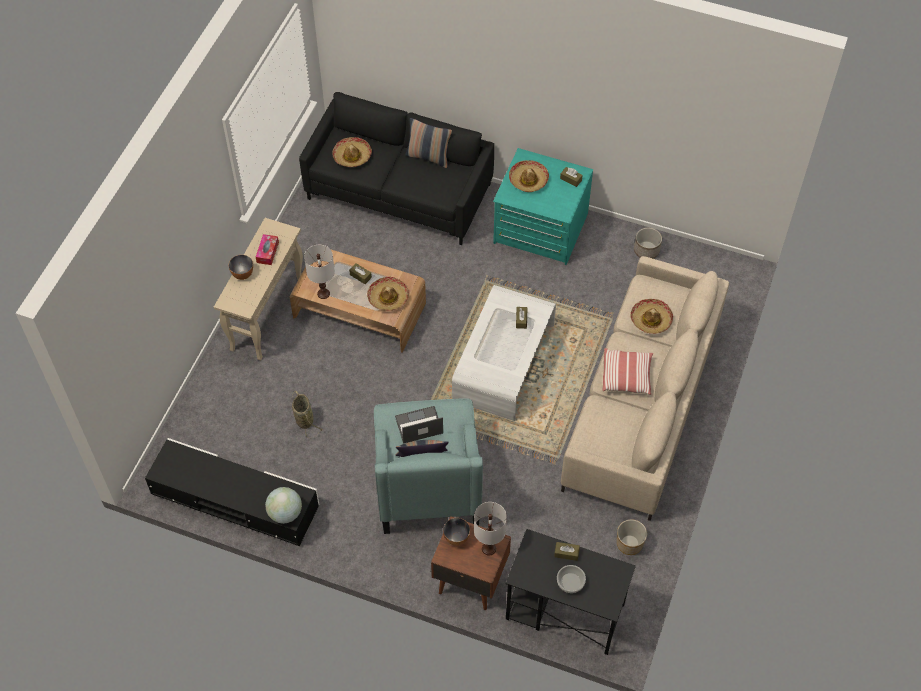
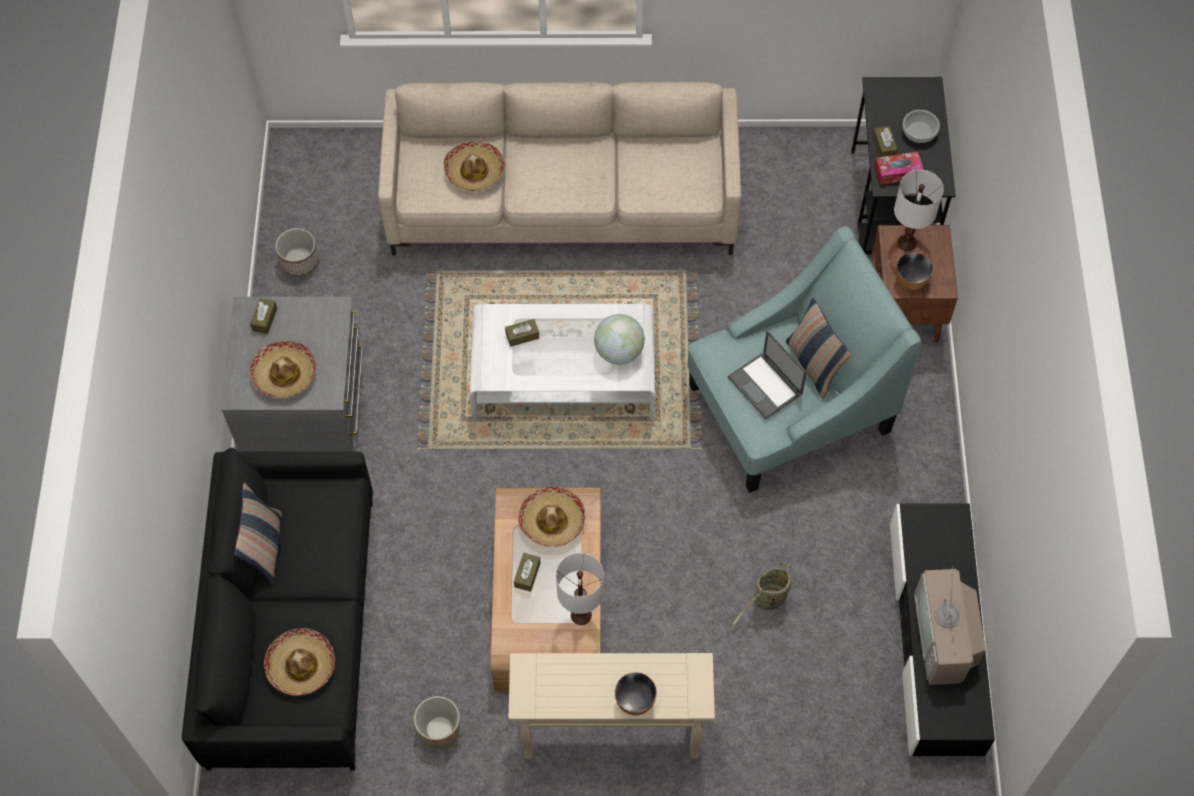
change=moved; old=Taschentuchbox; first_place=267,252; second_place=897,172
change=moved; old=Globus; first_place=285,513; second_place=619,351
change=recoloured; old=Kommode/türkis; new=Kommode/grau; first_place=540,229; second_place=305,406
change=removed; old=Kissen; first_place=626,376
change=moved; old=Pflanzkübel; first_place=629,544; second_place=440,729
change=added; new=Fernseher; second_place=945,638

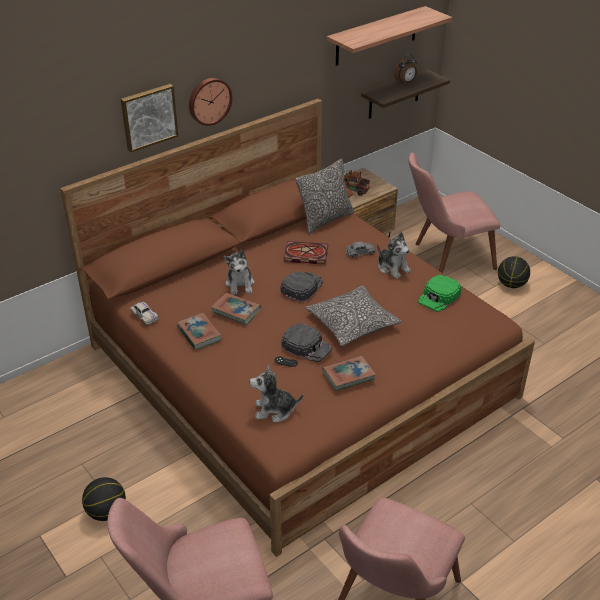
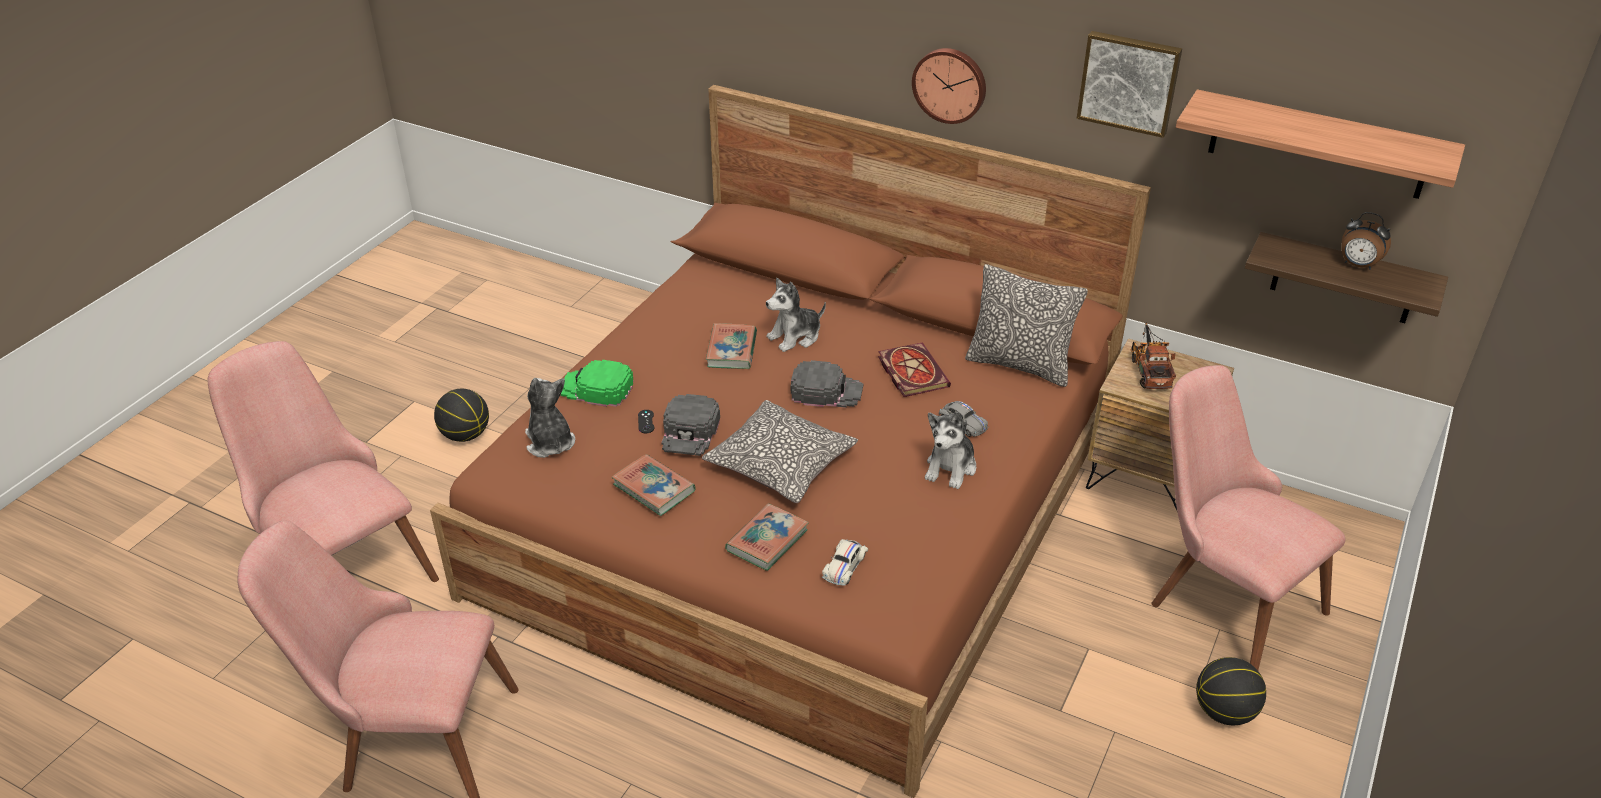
change=moved; old=Bild; first_place=148,116; second_place=1129,82
change=moved; old=Spielzeugauto/weiß; first_place=144,316; second_place=844,566
change=moved; old=Buch; first_place=199,334; second_place=767,540
change=moved; old=Kappe/grün; first_place=439,297; second_place=596,388

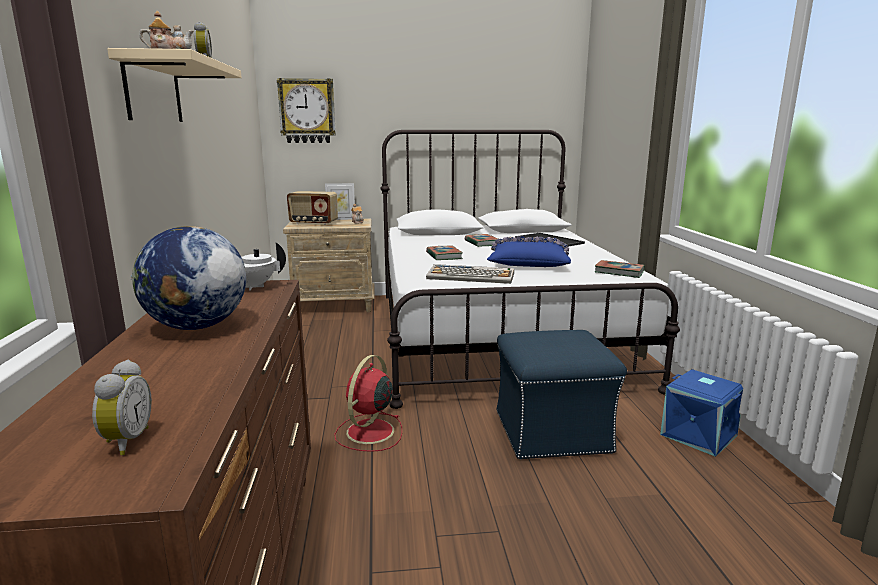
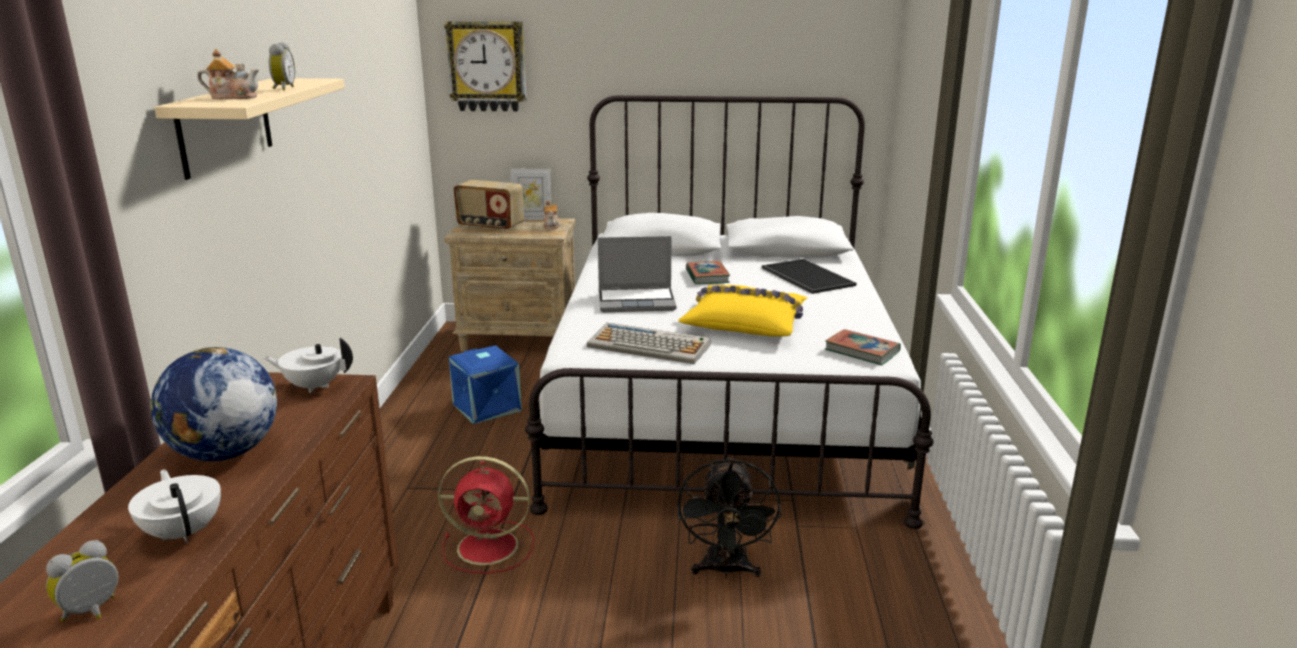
change=turned; old=Wecker; first_place=125,441; second_place=92,613; degrees=-150
change=turned; old=Ventilator/rot; first_place=369,432; second_place=491,547; degrees=-120
change=replaced; old=Buch; new=Laptop; first_place=444,256; second_place=637,301
change=recoloured; old=Kissen/blau; new=Kissen/gelb; first_place=528,262; second_place=746,322
change=replaced; old=Polsterhocker/blau; new=Ventilator/schwarz; first_place=553,431; second_place=725,570
change=moved; old=Aufbewahrungsbox/blau; first_place=699,435; second_place=488,407
change=added; new=Teekanne/weiß; second_place=183,532

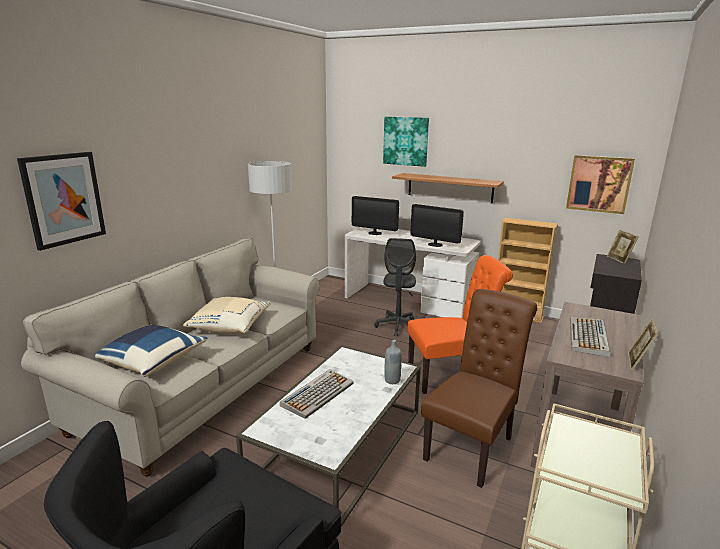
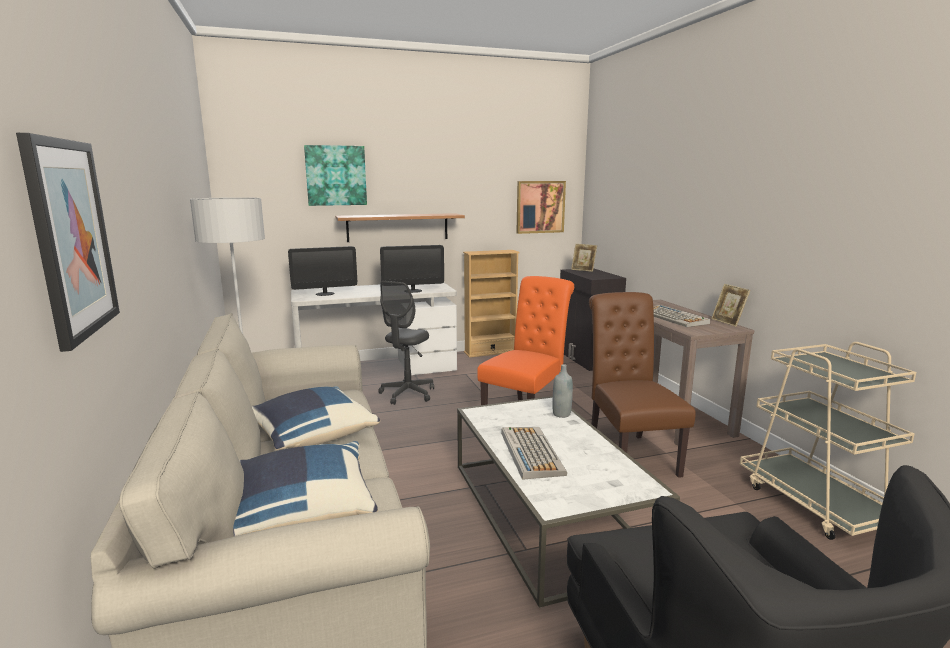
change=recoloured; old=Kissen/beige; new=Kissen/blau; first_place=229,327; second_place=311,436
change=turned; old=Bürostuhl/grau; first_place=397,326; second_place=407,394; degrees=60

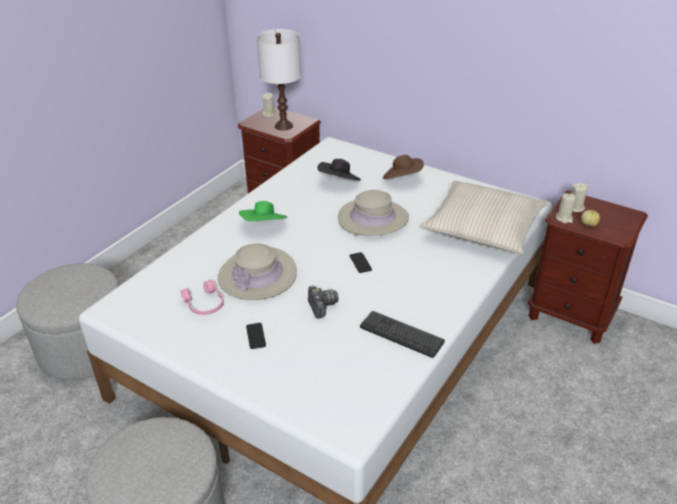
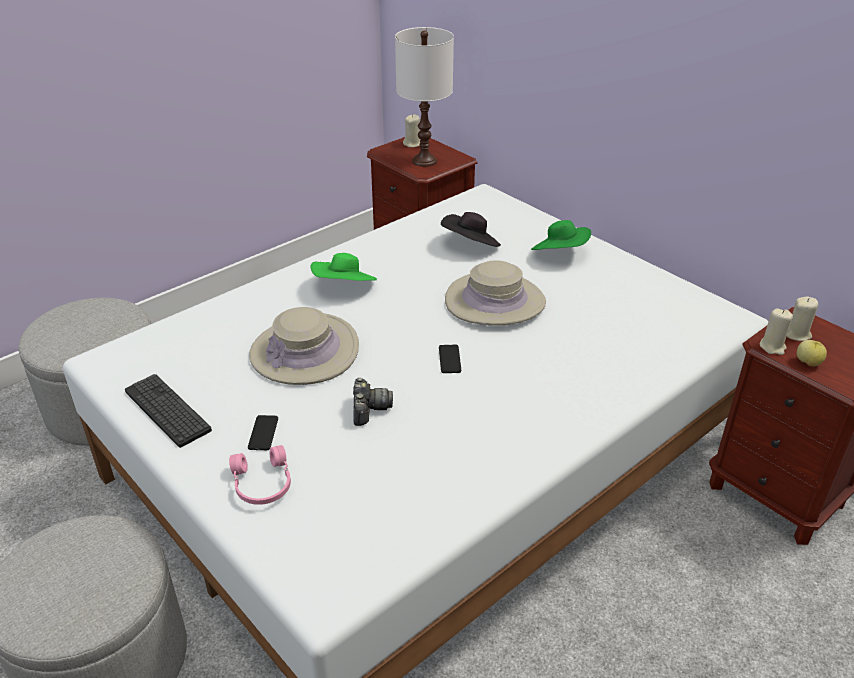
change=moved; old=Kopfhörer/rosa; first_place=204,304; second_place=262,484
change=moved; old=Tastatur; first_place=401,334; second_place=167,410
change=recoloured; old=Hut/braun; new=Hut/grün; first_place=402,178; second_place=560,253
change=removed; old=Kissen/beige; first_place=483,227

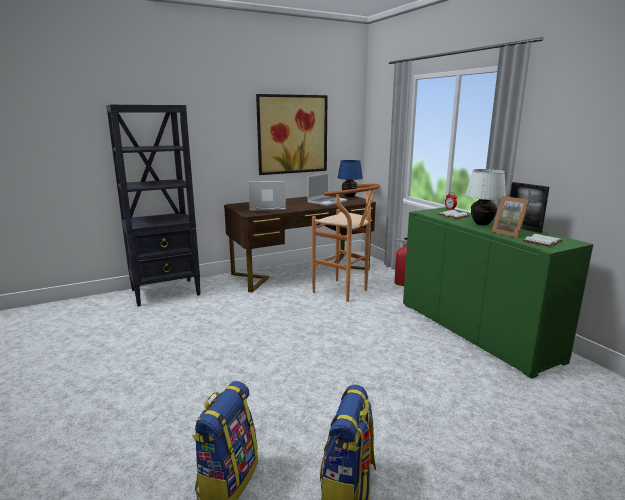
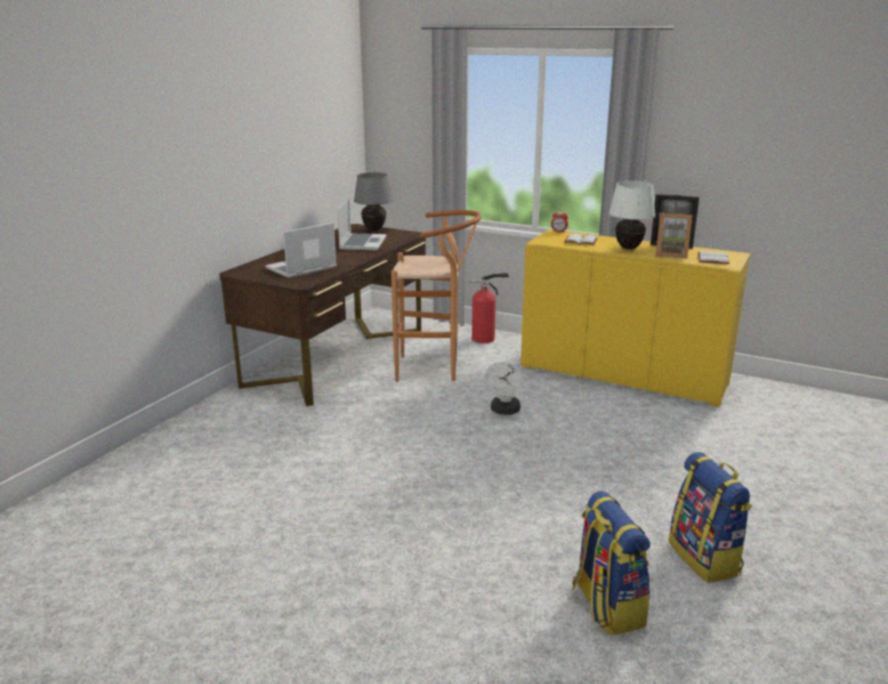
change=removed; old=Bücherregal/schwarz; first_place=166,292
change=removed; old=Bild; first_place=292,134
change=recoloured; old=Tischlampe/blau; new=Tischlampe/grau; first_place=349,197; second_place=374,229
change=recoloured; old=Schrank/grün; new=Schrank/gelb; first_place=475,330; second_place=623,374
change=added; new=Ventilator/weiß; second_place=504,411

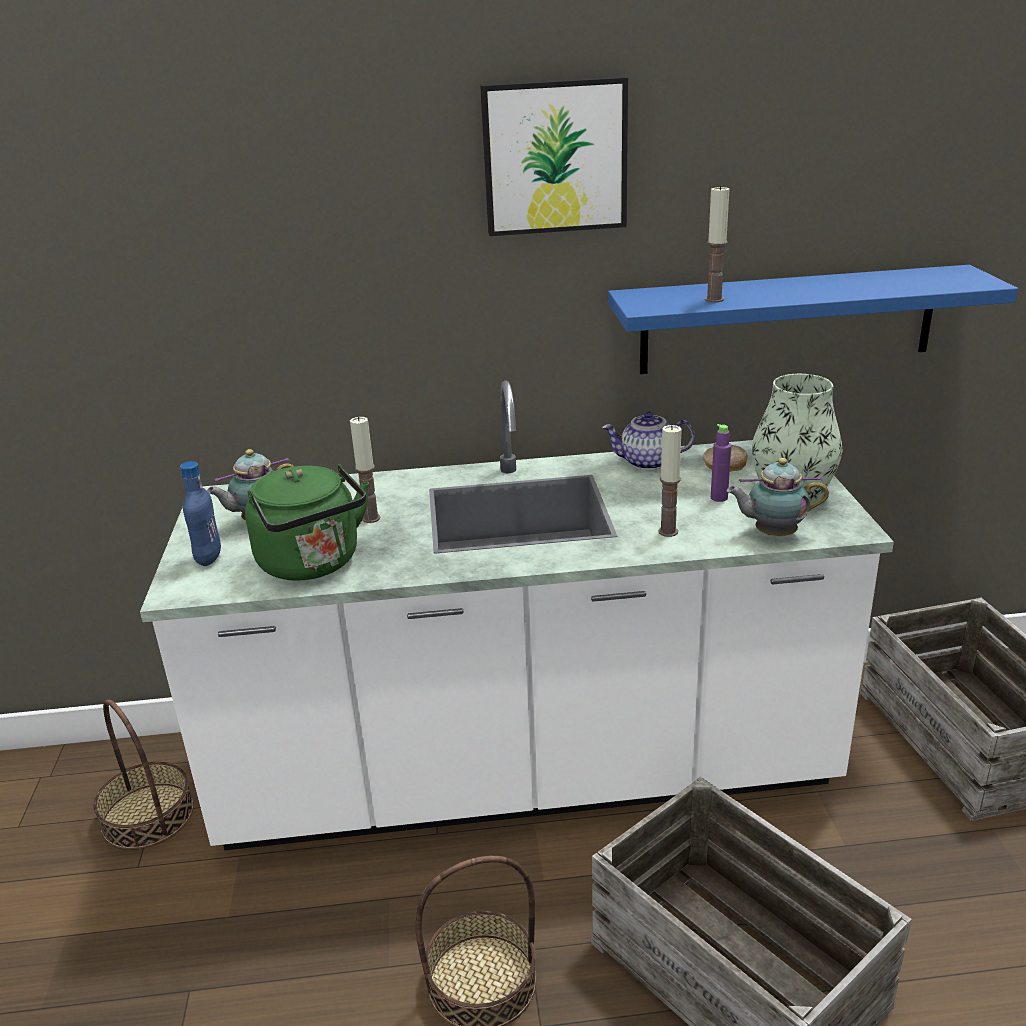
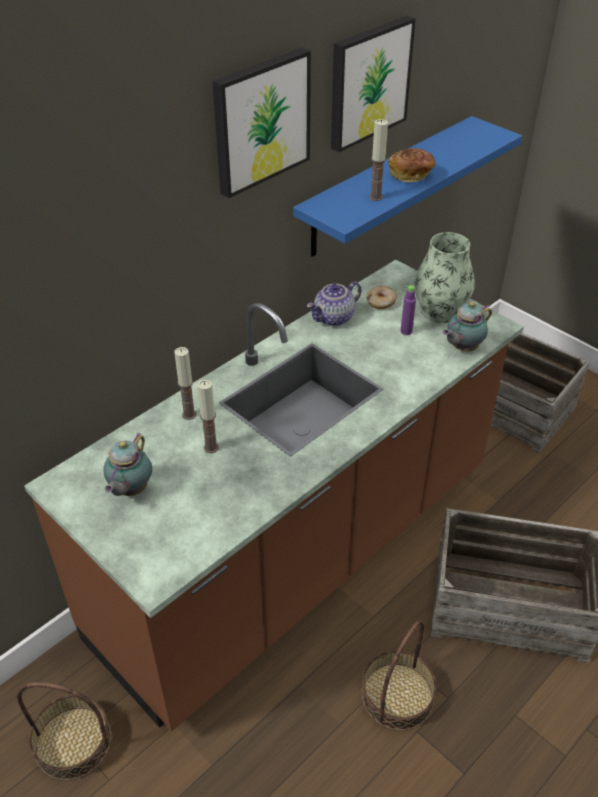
change=recoloured; old=Küchenzeile/weiß; new=Küchenzeile/braun; first_place=525,771; second_place=299,554
change=removed; old=Flasche/blau; first_place=208,558
change=removed; old=Wasserkessel/grün; first_place=313,564
change=moved; old=Kerze; first_place=668,532; second_place=189,414
change=added; new=Bild; second_place=368,82
change=added; new=Brot; second_place=411,175

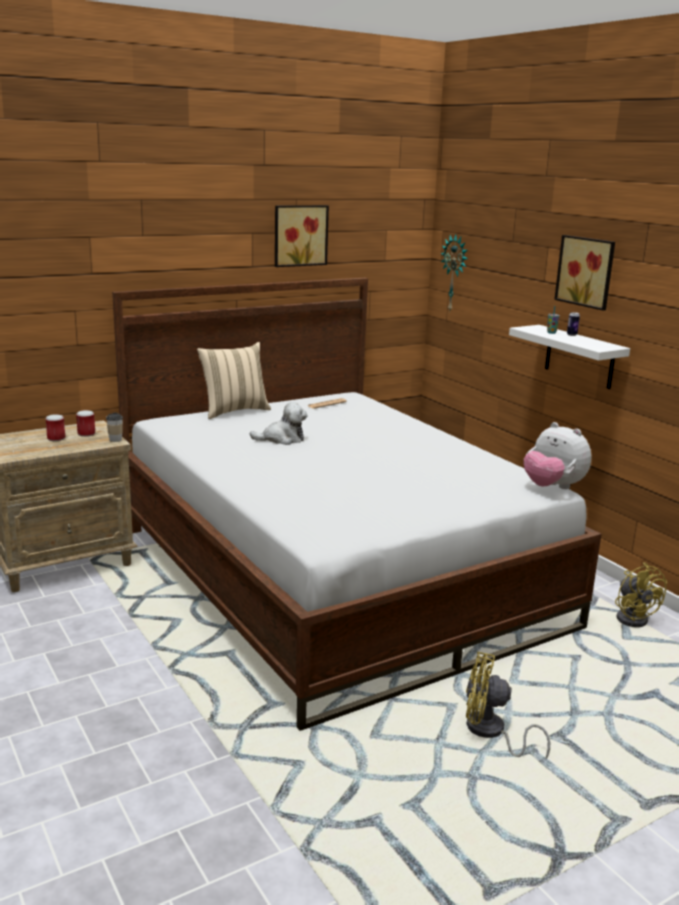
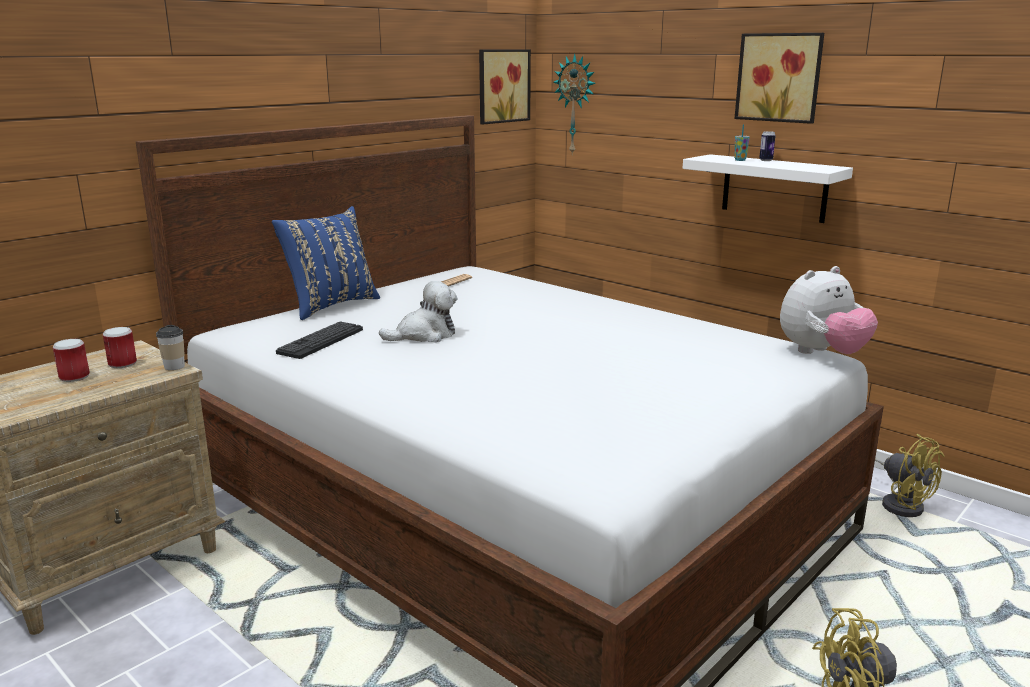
change=recoloured; old=Kissen/beige; new=Kissen/blau; first_place=234,411; second_place=330,305
change=moved; old=Bild; first_place=299,235; second_place=501,86
change=turned; old=Plüschtier; first_place=553,487; second_place=821,353; degrees=-60
change=added; new=Tastatur; second_place=321,341

